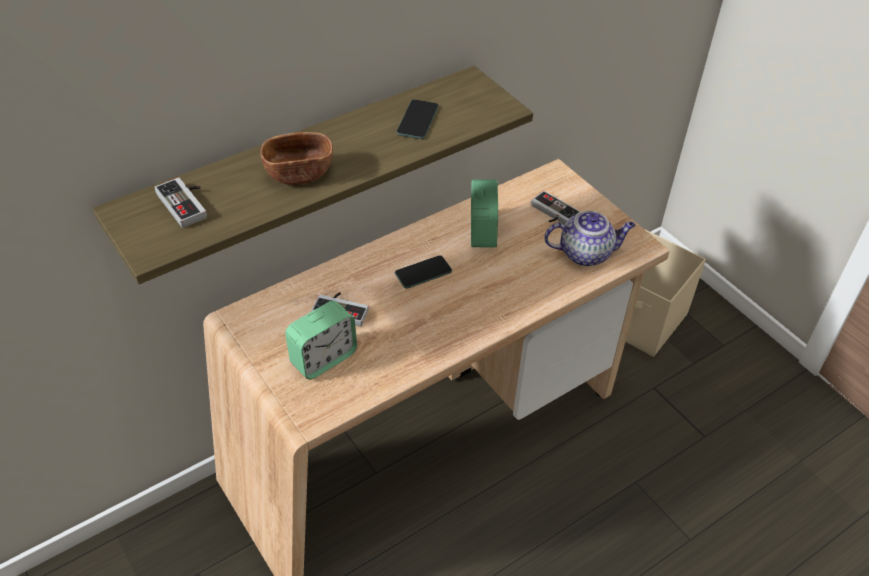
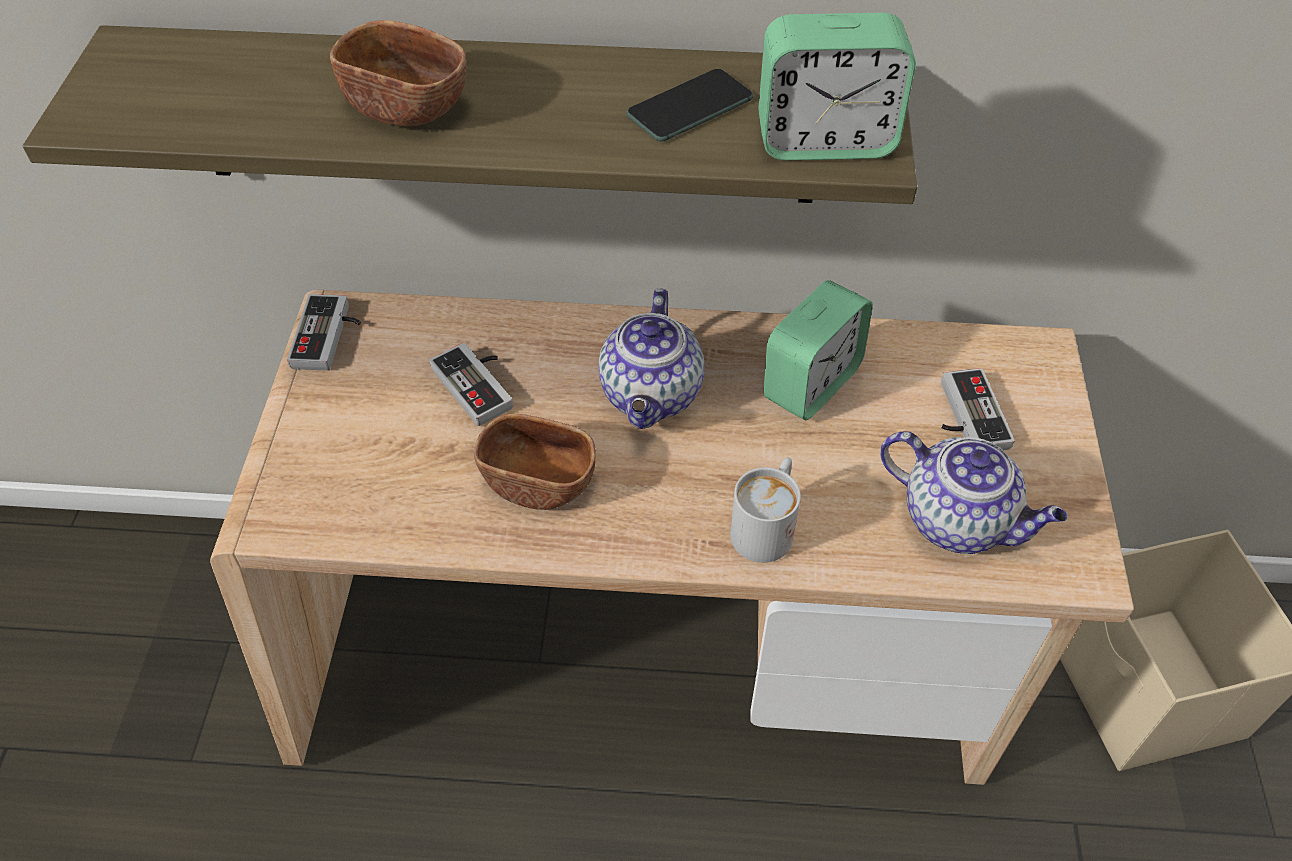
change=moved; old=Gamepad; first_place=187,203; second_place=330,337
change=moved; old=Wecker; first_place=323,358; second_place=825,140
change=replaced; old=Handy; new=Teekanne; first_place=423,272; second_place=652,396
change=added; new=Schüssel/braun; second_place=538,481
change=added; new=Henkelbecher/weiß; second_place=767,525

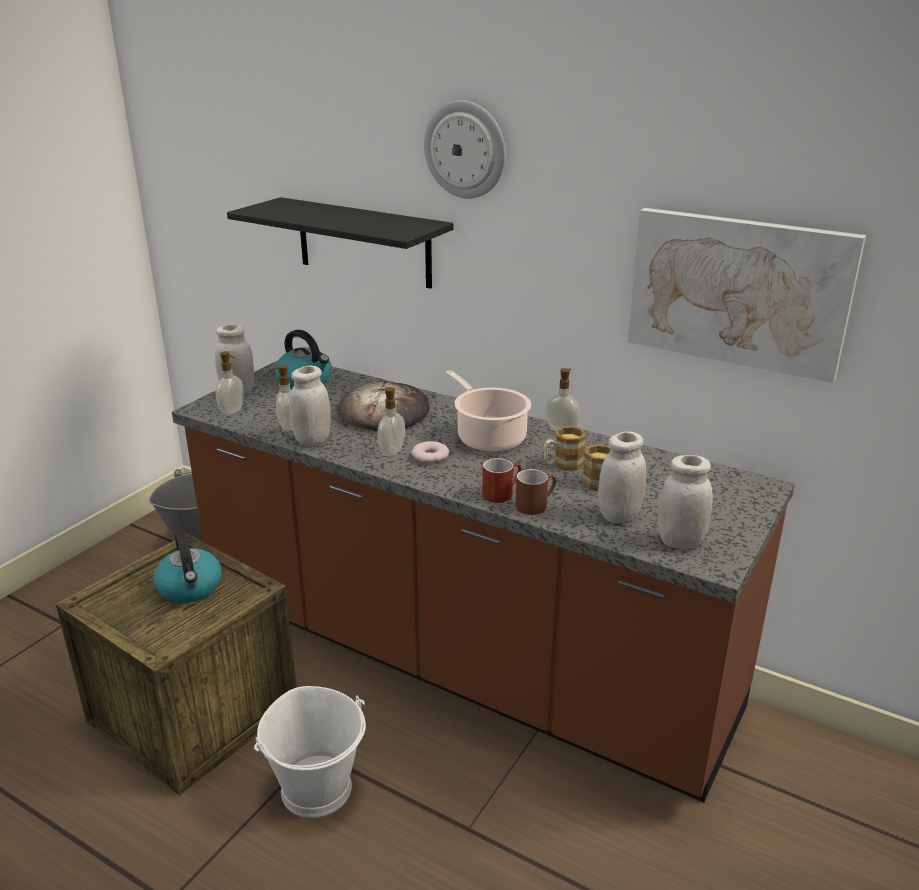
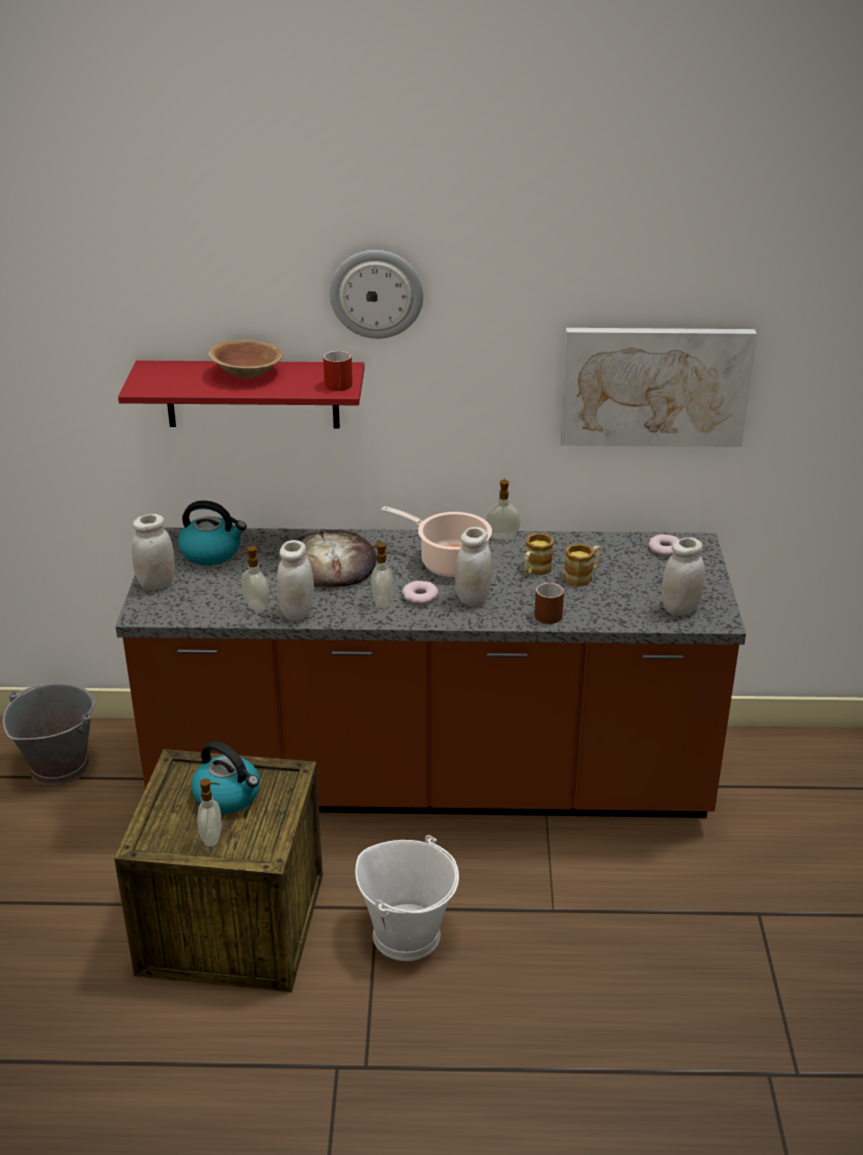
change=moved; old=Seifenspender; first_place=233,411; second_place=212,838
change=recoloured; old=Wandregal/schwarz; new=Wandregal/rot; first_place=363,242; second_place=252,394
change=moved; old=Henkelbecher/rot; first_place=501,492; second_place=340,382
change=moved; old=Vorratsglas/weiß; first_place=619,516; second_place=473,598
change=added; new=Schüssel/braun; second_place=247,373
change=added; new=Donut; second_place=665,548

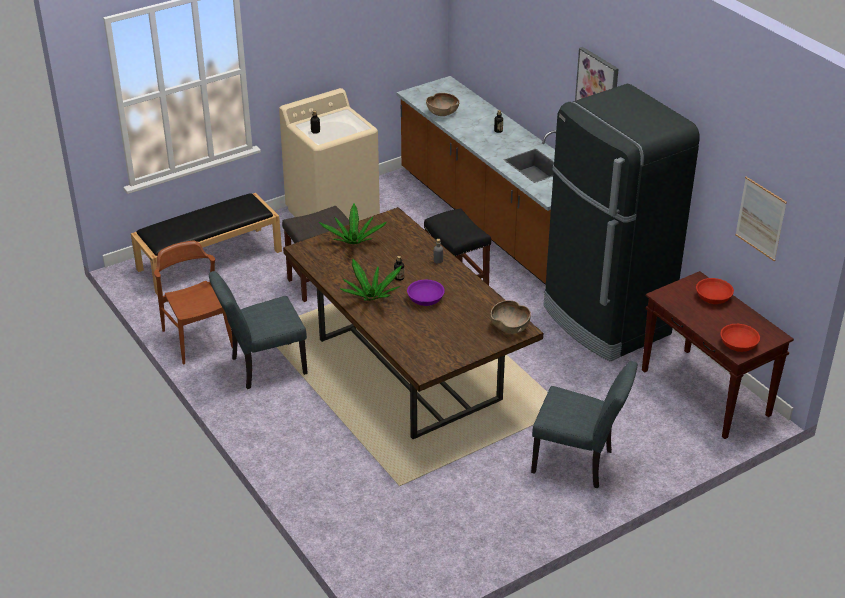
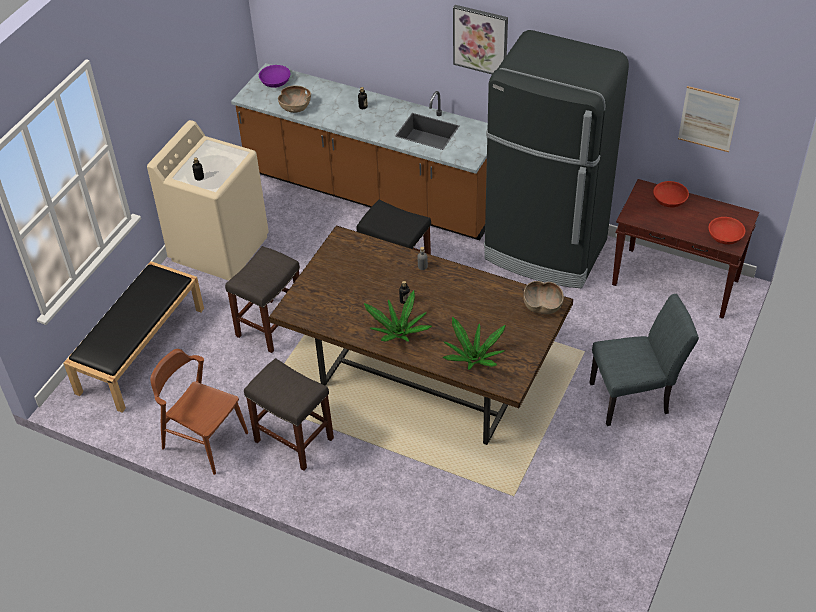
change=replaced; old=Stuhl/grau; new=Hocker/grau; first_place=262,367; second_place=293,440
change=moved; old=Topfpflanze; first_place=353,241; second_place=473,358
change=moved; old=Schüssel/lila; first_place=425,299; second_place=275,81

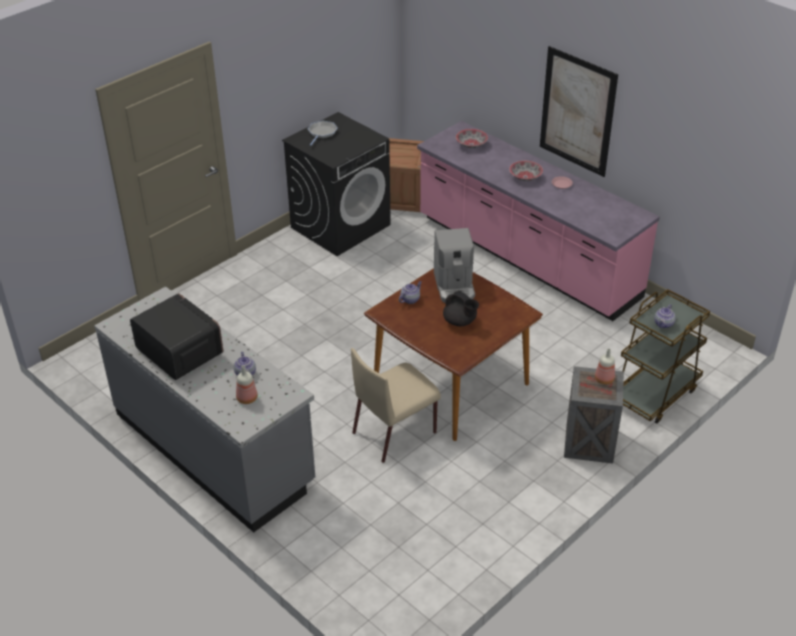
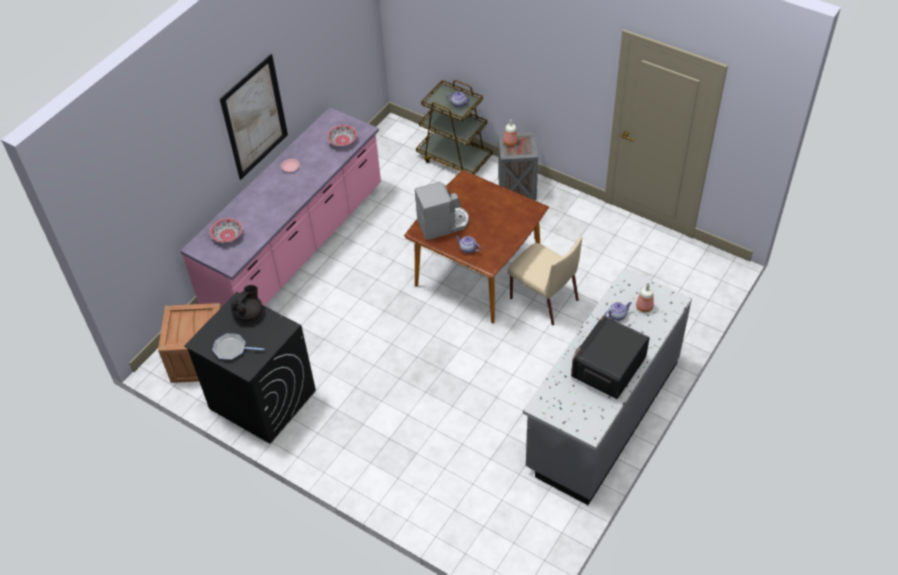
change=moved; old=Teekanne/schwarz; first_place=460,321; second_place=249,314
change=moved; old=Schüssel; first_place=525,177; second_place=343,141

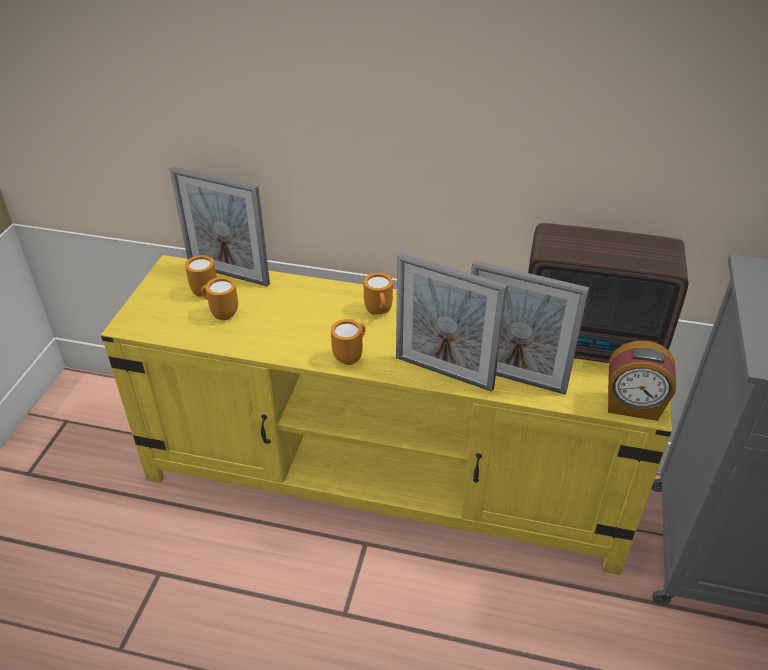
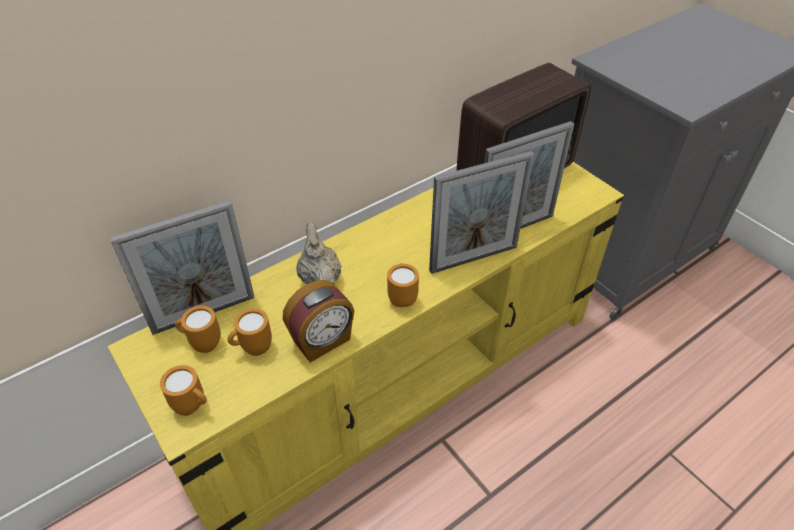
change=moved; old=Henkelbecher/orange; first_place=379,313; second_place=193,407
change=moved; old=Wecker; first_place=632,406; second_place=322,341
change=added; new=Teekanne/beige; second_place=320,279

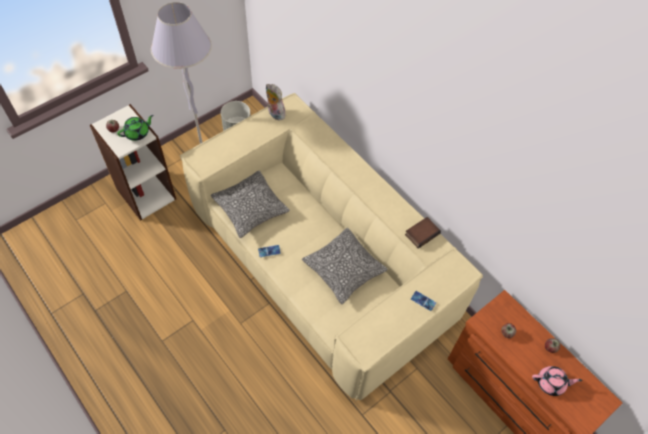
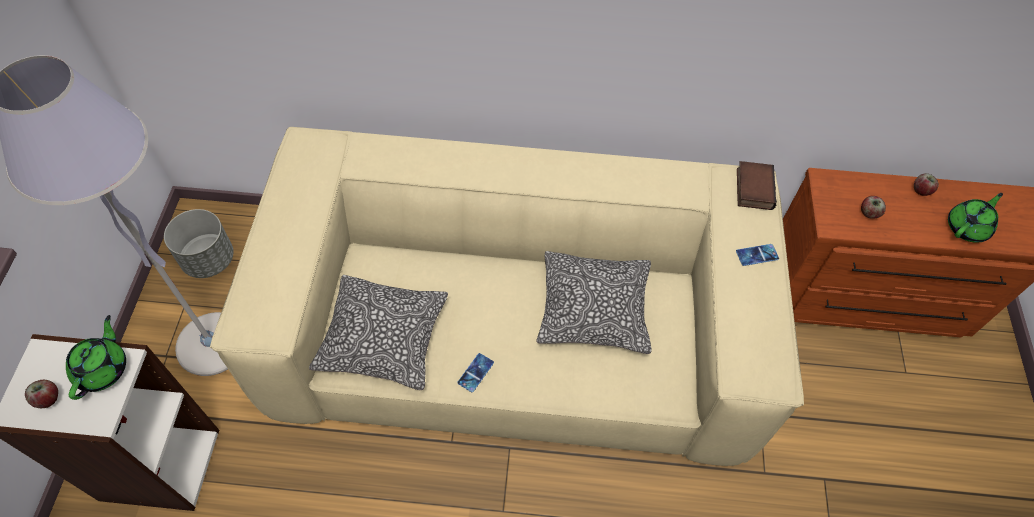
change=removed; old=Plüschtier; first_place=275,114
change=moved; old=Buch; first_place=421,233; second_place=752,188
change=recoloured; old=Teekanne/rosa; new=Teekanne/grün; first_place=551,383; second_place=967,227

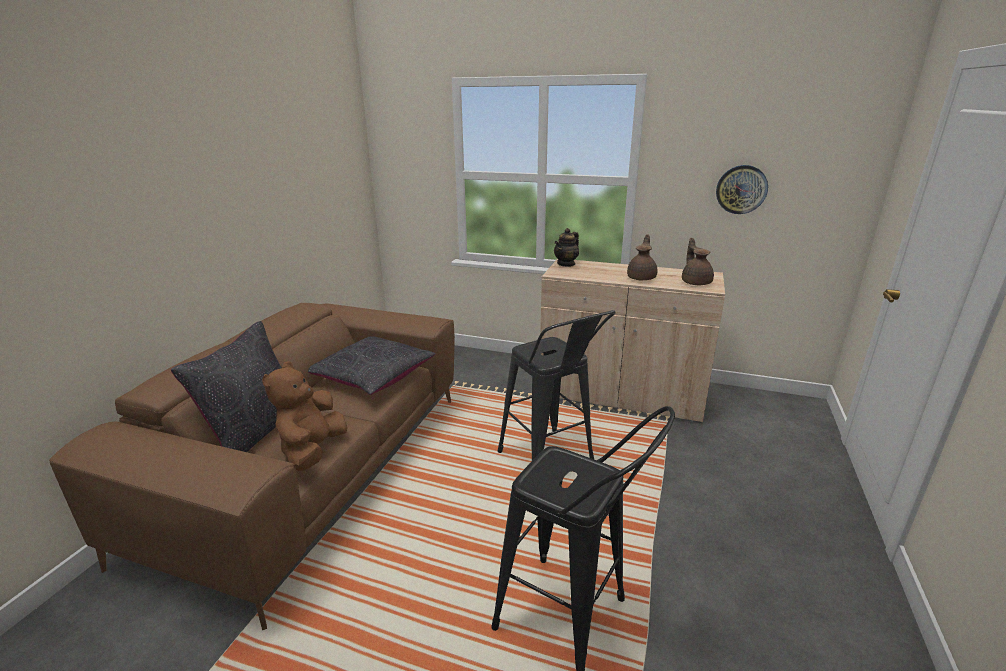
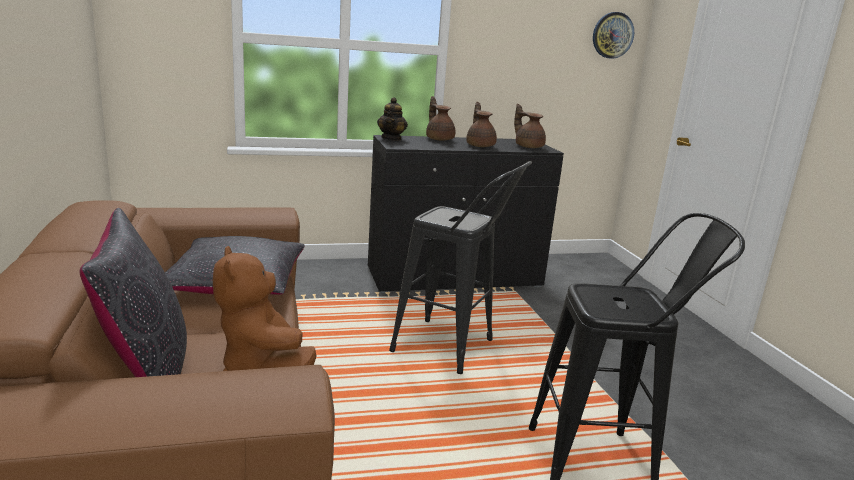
change=recoloured; old=Schrank/beige; new=Schrank/schwarz; first_place=621,395; second_place=454,278
change=moved; old=Wanduhr; first_place=741,189; second_place=612,35
change=added; new=Teekanne/braun; second_place=439,139

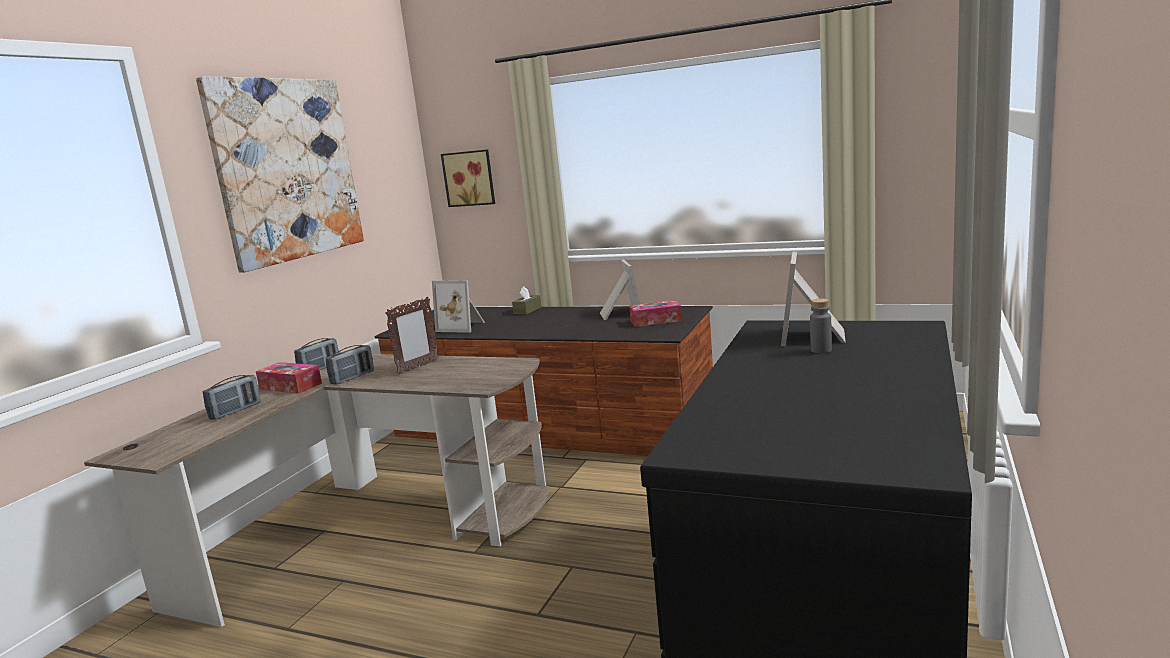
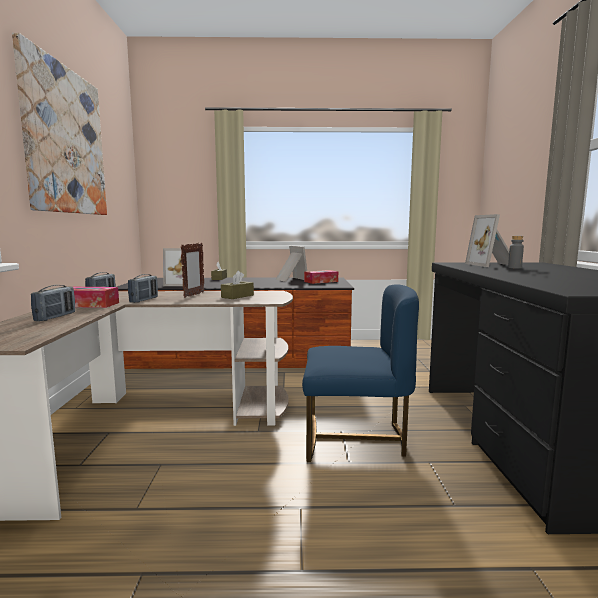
change=removed; old=Bild; first_place=470,178
change=added; new=Taschentuchbox/braun; second_place=237,296
change=added; new=Stuhl/blau; second_place=355,438

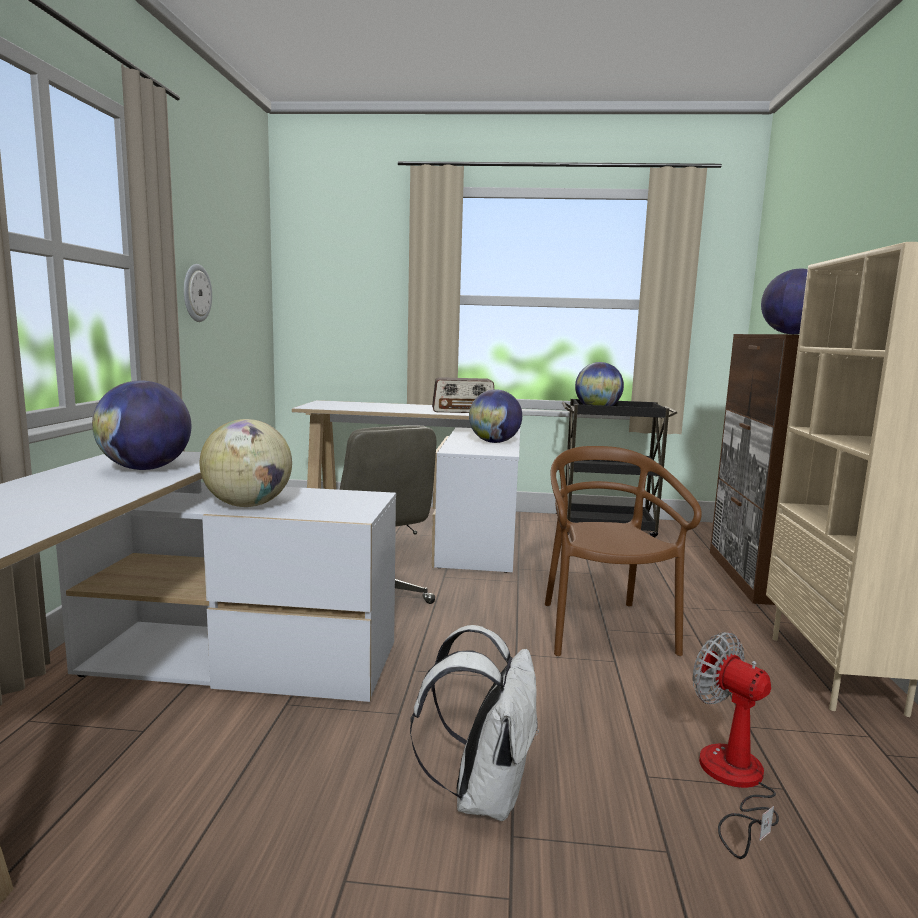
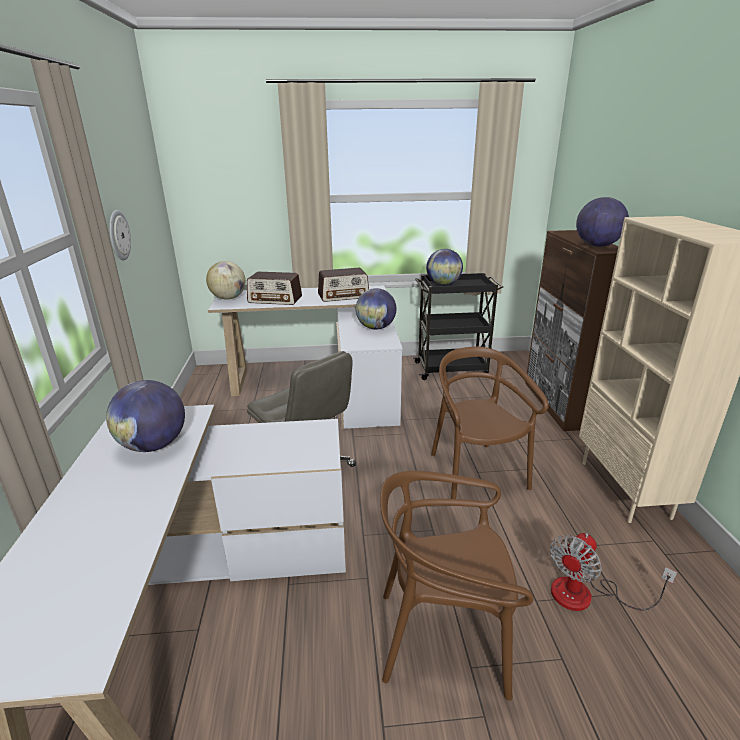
change=moved; old=Globus; first_place=248,505; second_place=228,298
change=replaced; old=Rucksack/weiß; new=Stuhl/braun; first_place=483,794; second_place=443,637
change=turned; old=Ventilator; first_place=733,782; second_place=586,595; degrees=-90
change=added; new=Radio; second_place=275,300

